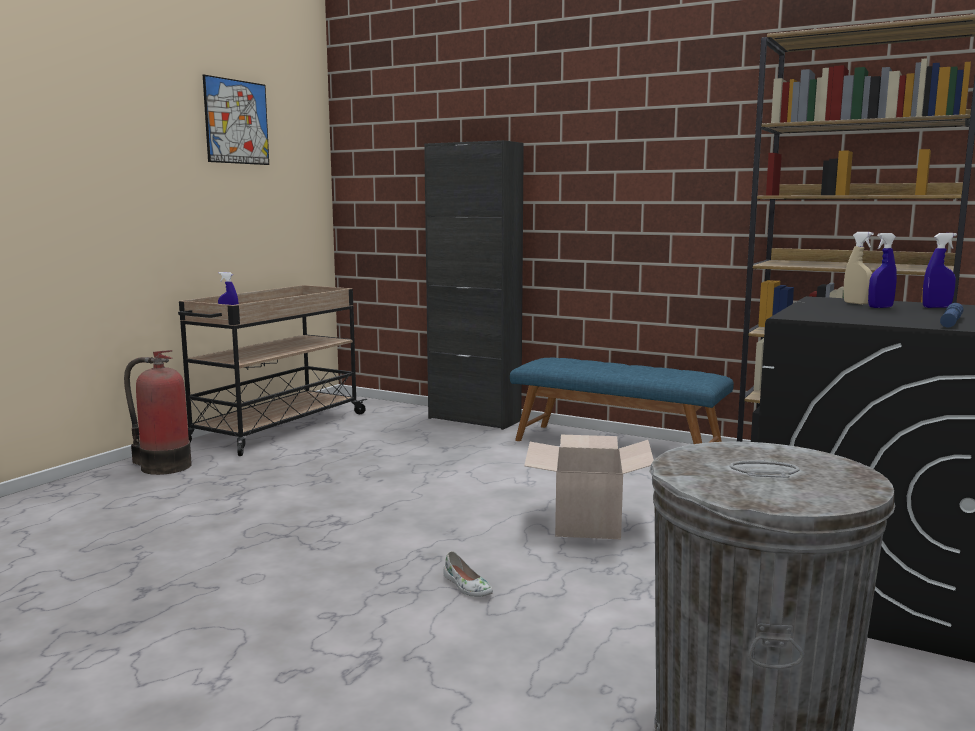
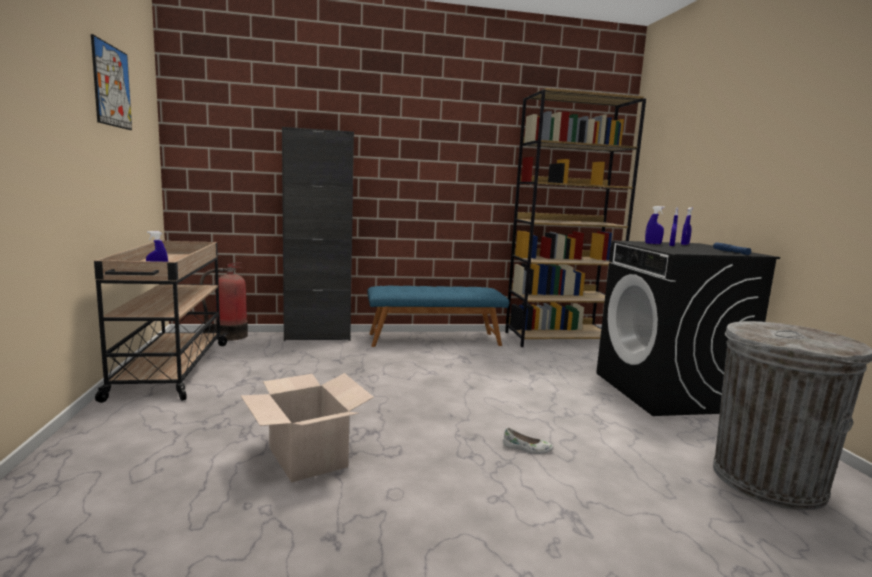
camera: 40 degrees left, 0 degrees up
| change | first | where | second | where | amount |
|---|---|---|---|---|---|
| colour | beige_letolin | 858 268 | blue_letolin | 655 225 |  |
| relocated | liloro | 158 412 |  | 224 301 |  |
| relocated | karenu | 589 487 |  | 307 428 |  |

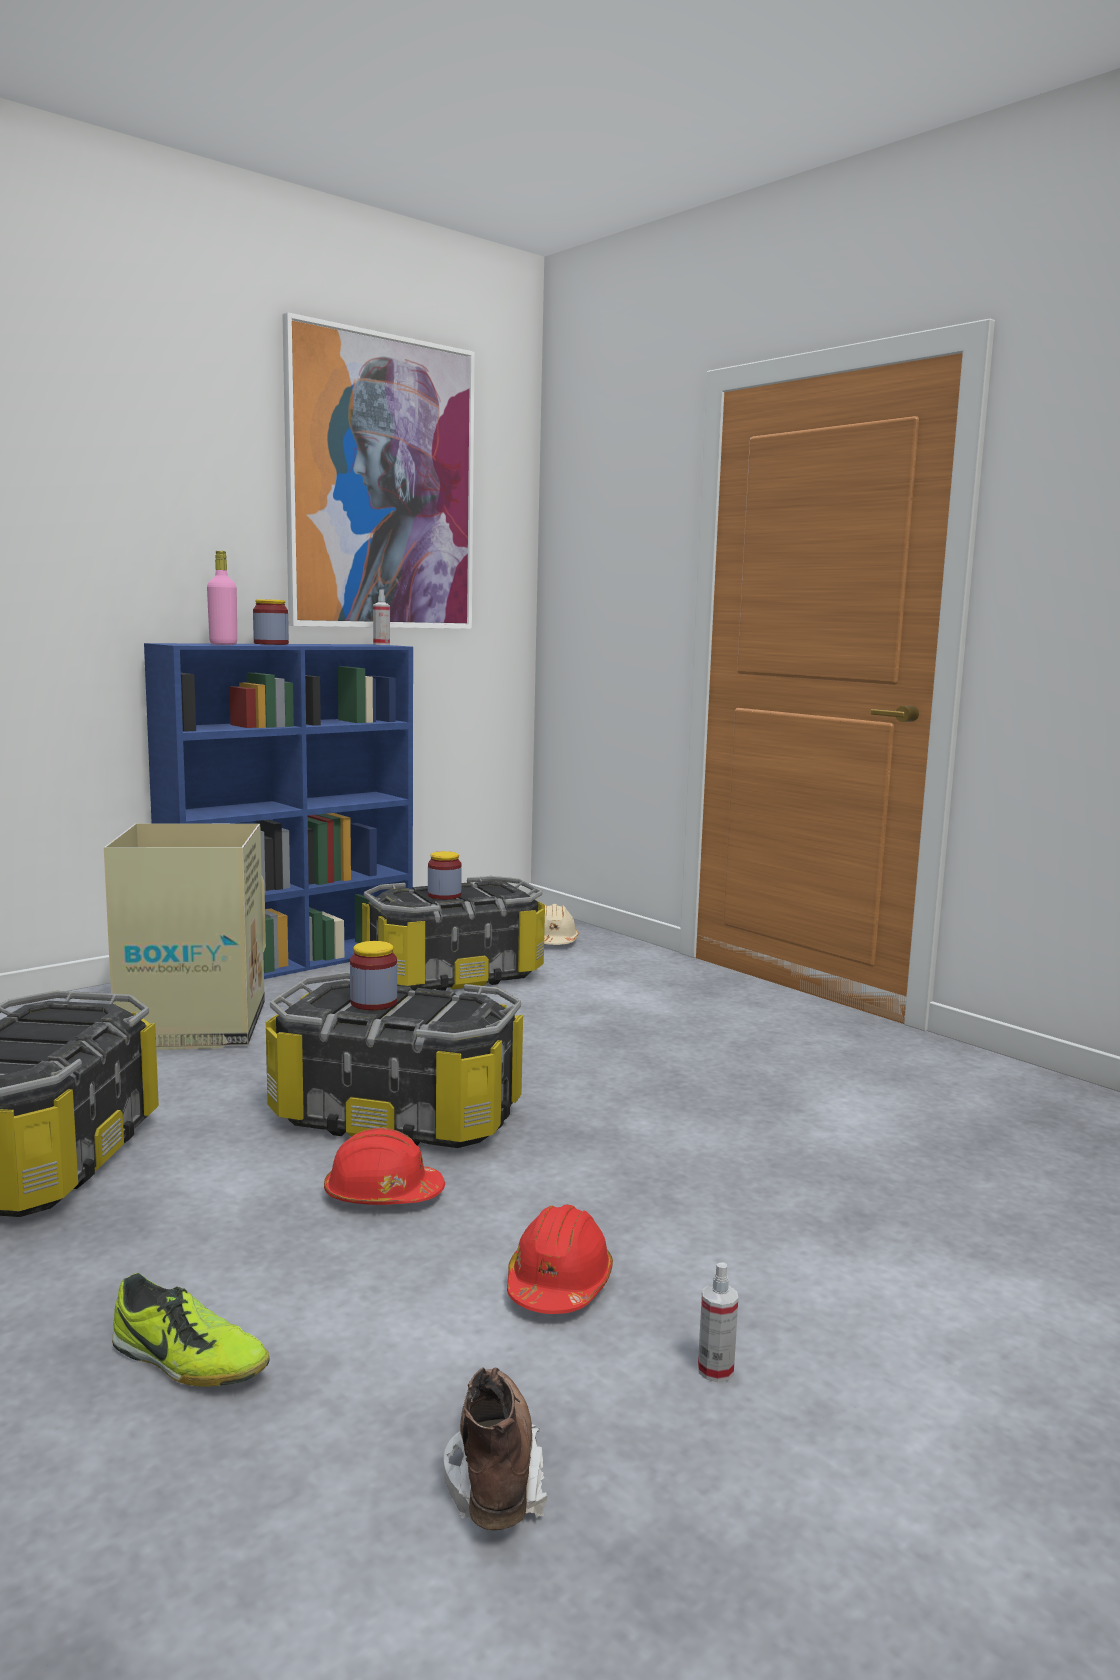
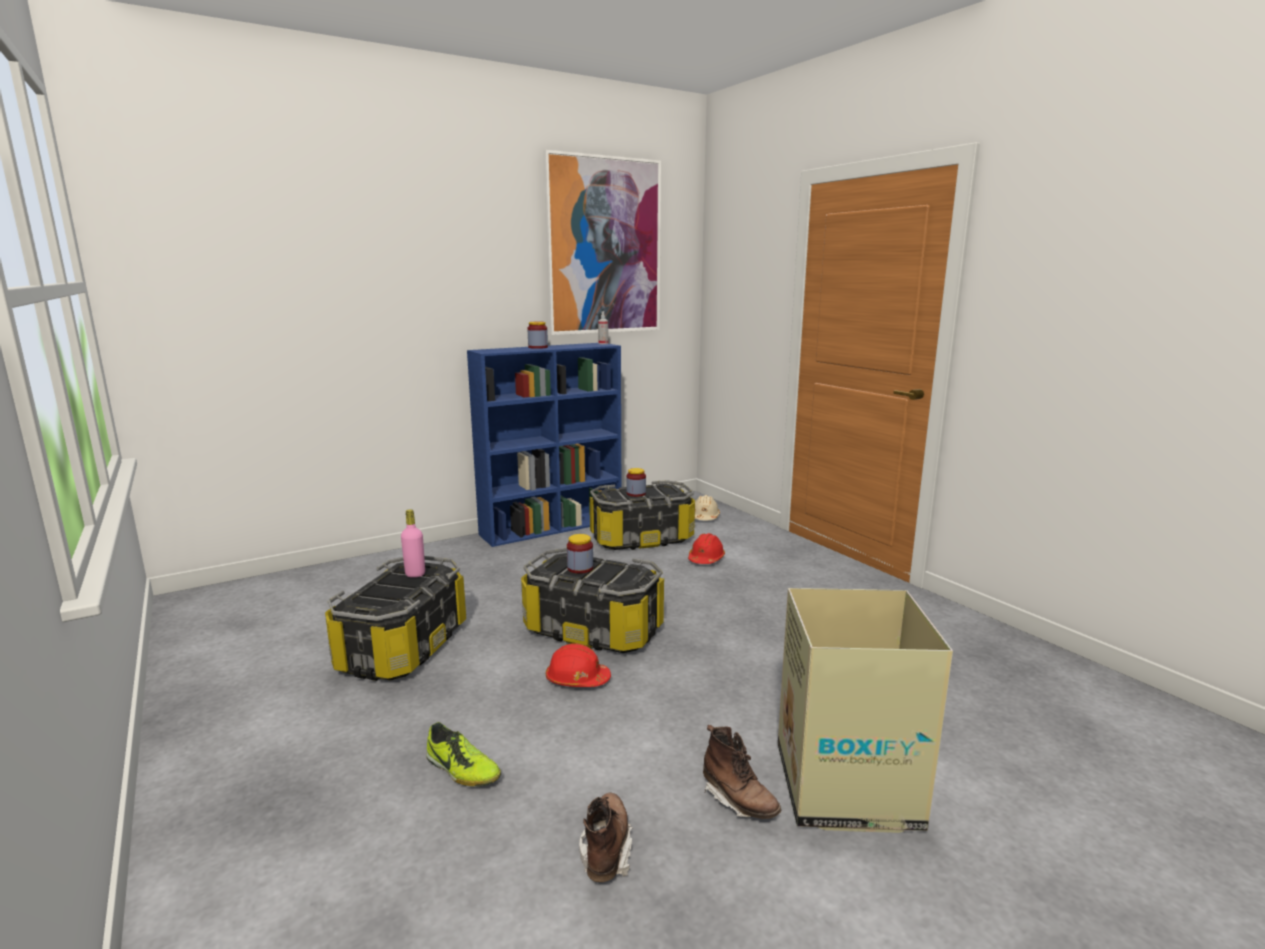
camera: 10 degrees right, 5 degrees up
| change | first | where | second | where | amount |
|---|---|---|---|---|---|
| relocated | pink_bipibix | 222 598 |  | 413 543 |  |
| relocated | karenu | 185 936 |  | 865 710 |  |
| relocated | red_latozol | 560 1259 |  | 706 548 |  |
| exchanged | letolin | 718 1322 | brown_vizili | 742 772 |  |

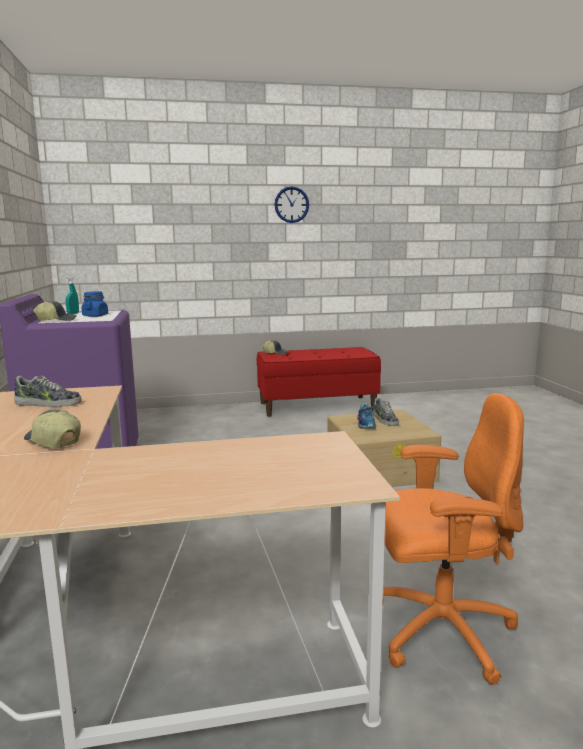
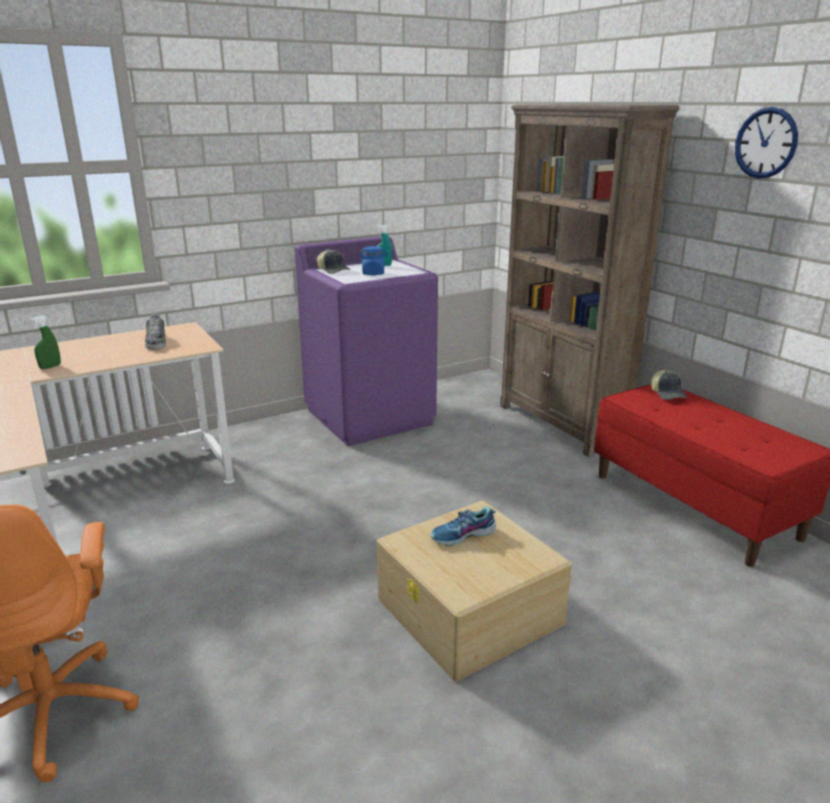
camera: 70 degrees right, 10 degrees up
| change | first | where | second | where | amount |
|---|---|---|---|---|---|
| missing | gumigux | 386 411 |  |  |  |
| exchanged | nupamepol | 52 429 | green_letolin | 45 342 |  |
| appeared |  |  | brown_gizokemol | 590 280 |  |

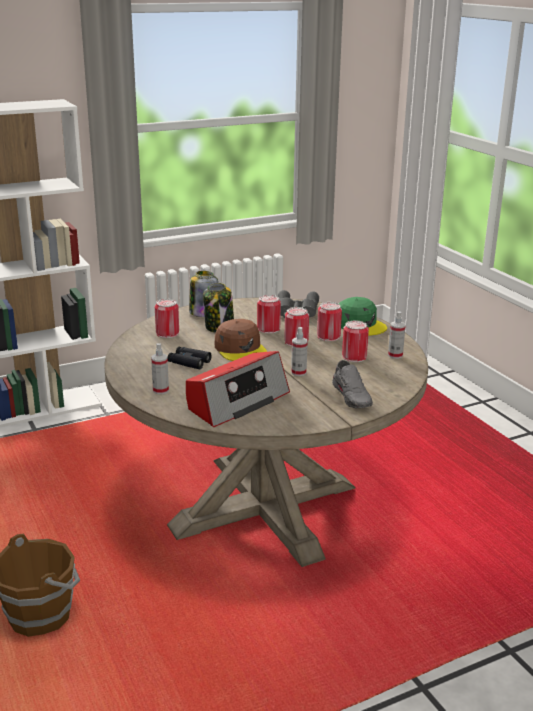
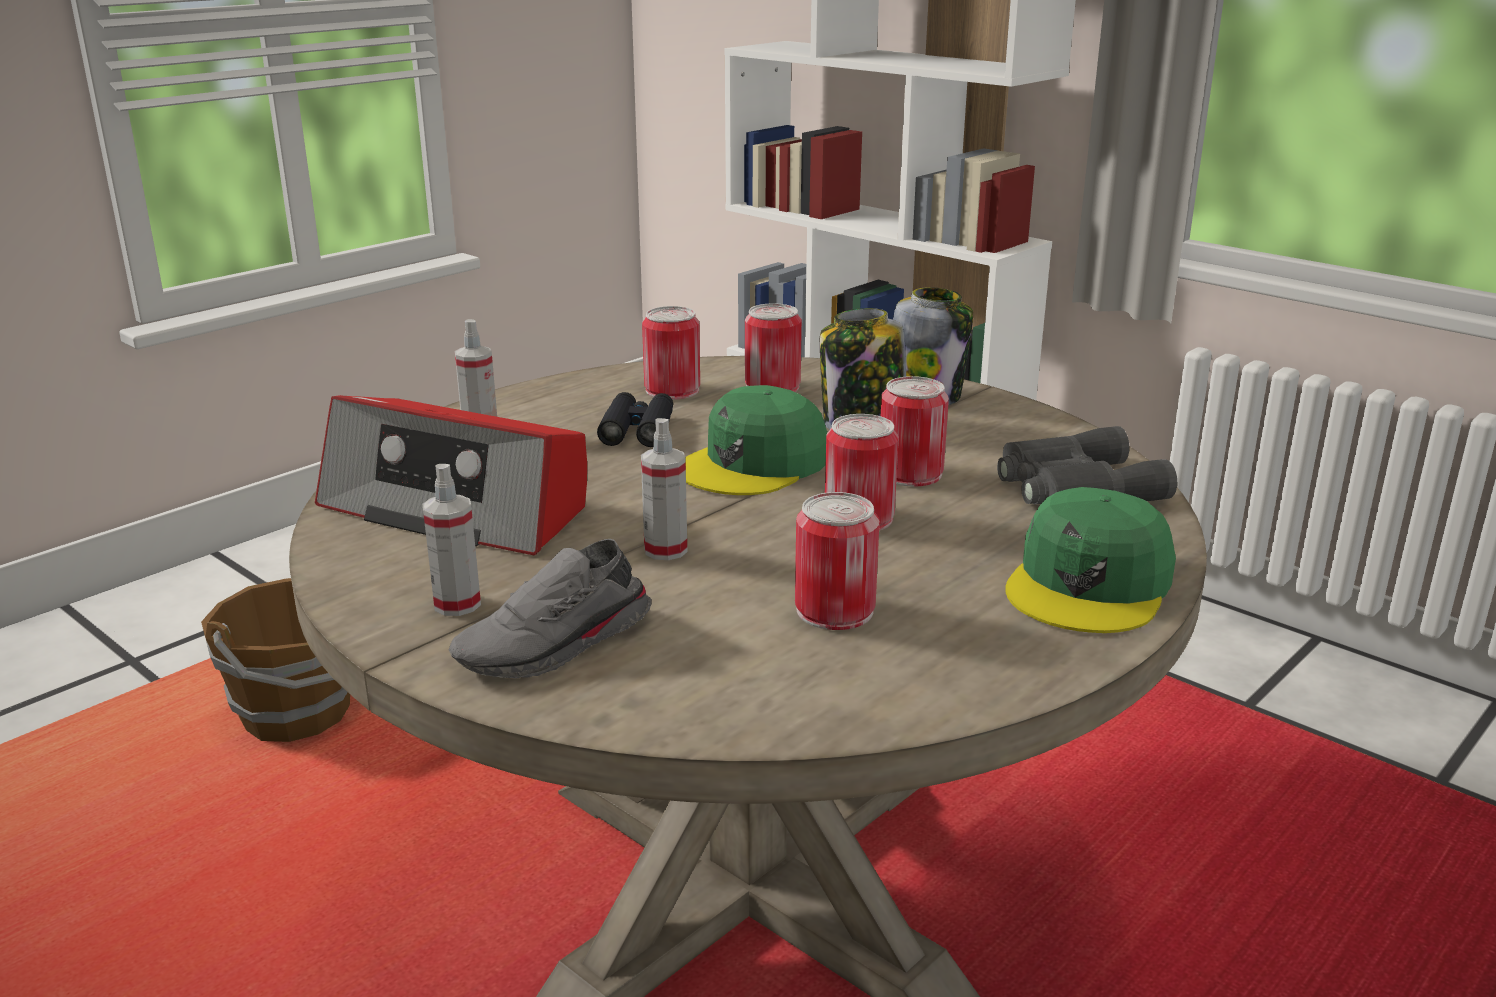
camera: 70 degrees right, 0 degrees up
| change | first | where | second | where | amount |
|---|---|---|---|---|---|
| relocated | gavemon | 329 321 |  | 671 353 |  |
| relocated | letolin | 397 335 |  | 451 540 |  |
| colour | brown_nupamepol | 241 340 | green_nupamepol | 756 440 |  |

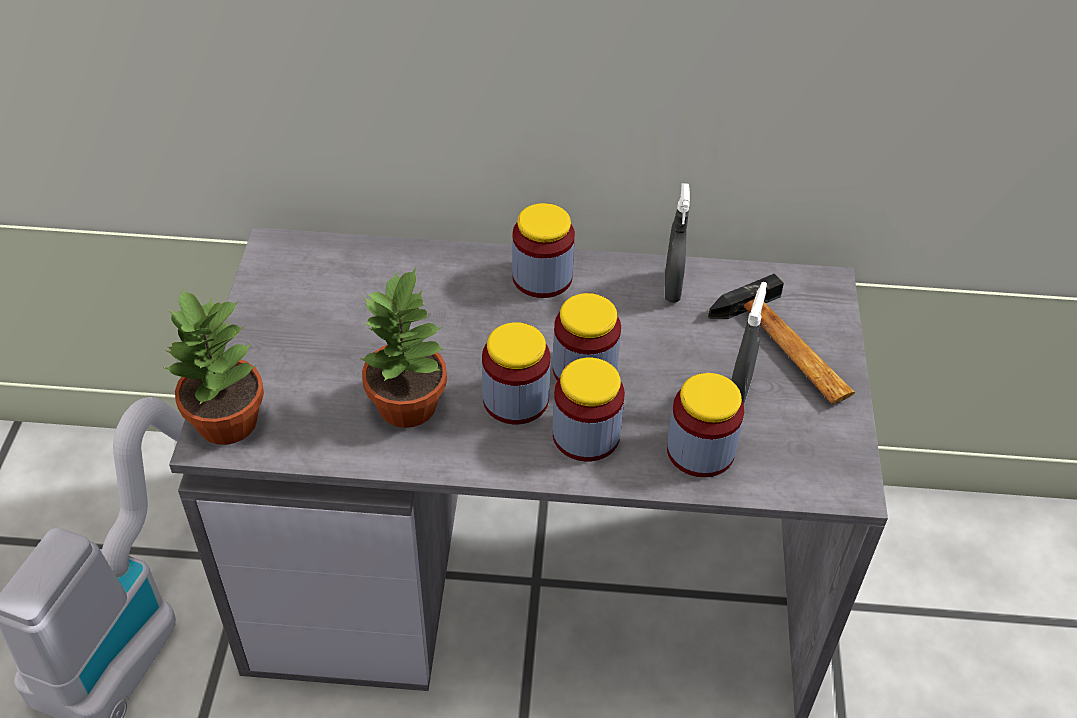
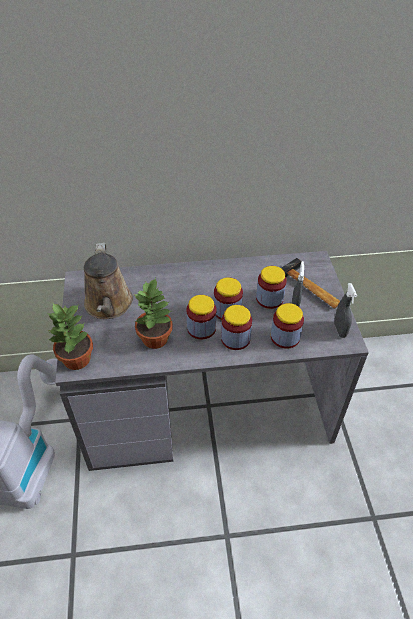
camera: 10 degrees left, 0 degrees up
| change | first | where | second | where | amount |
|---|---|---|---|---|---|
| relocated | grey_letolin | 677 243 |  | 345 310 |  |
| relocated | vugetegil | 543 250 |  | 271 287 |  |
| appeared |  |  | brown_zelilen | 108 281 |  |

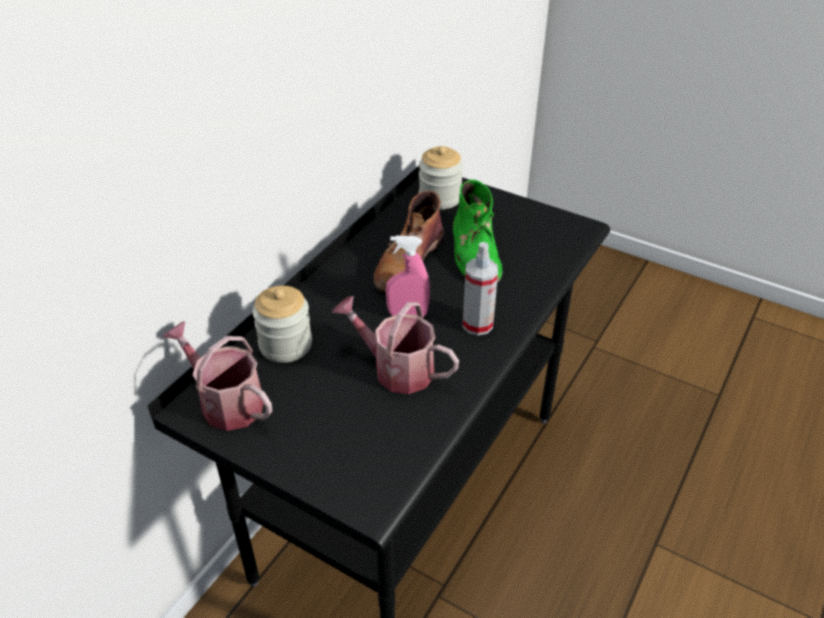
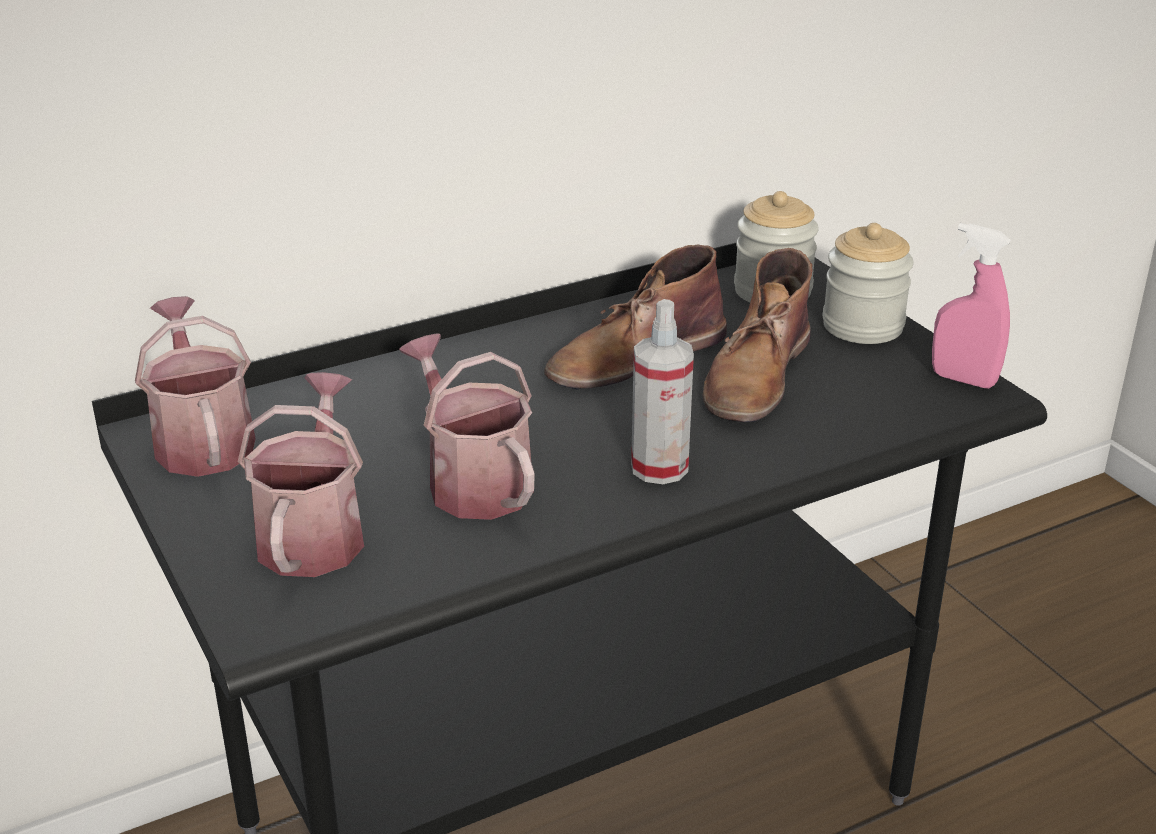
camera: 30 degrees right, 10 degrees down
| change | first | where | second | where | amount |
|---|---|---|---|---|---|
| colour | green_vizili | 477 231 | brown_vizili | 757 335 |  |
| relocated | pink_letolin | 408 276 |  | 971 306 |  |
| relocated | vugetegil | 282 324 |  | 868 283 |  |
| appeared |  |  | zelilen | 301 474 |  |

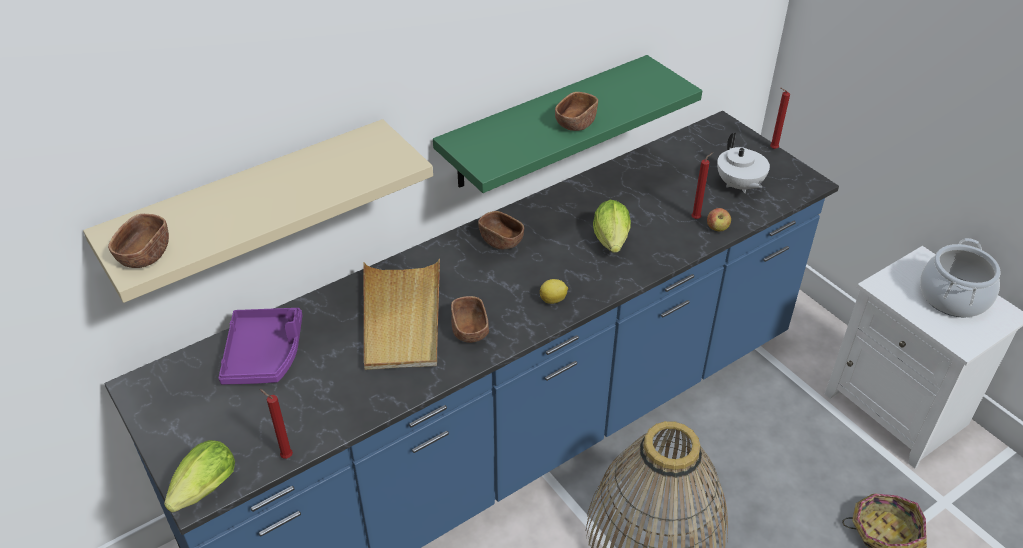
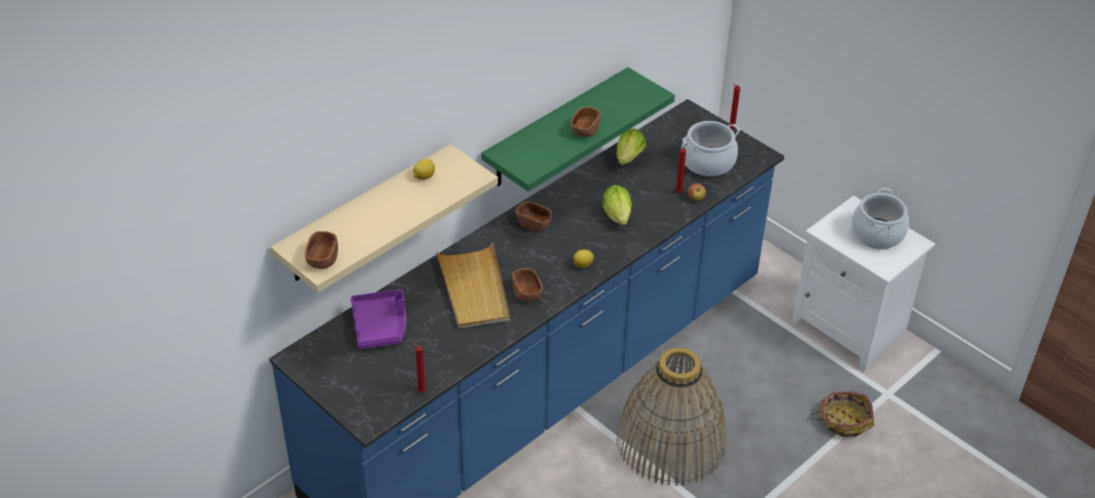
camera: 10 degrees left, 0 degrees up
| change | first | where | second | where | amount |
|---|---|---|---|---|---|
| exchanged | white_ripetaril | 743 163 | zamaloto | 710 149 |  |
| relocated | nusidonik | 199 476 |  | 631 146 |  |
| appeared |  |  | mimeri | 424 169 |  |

